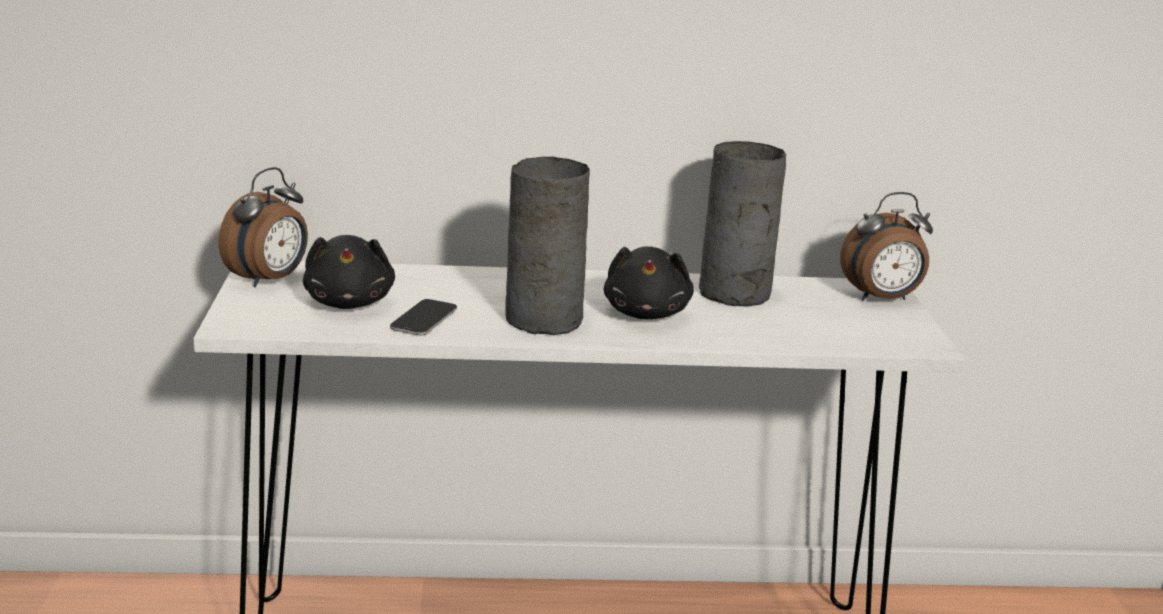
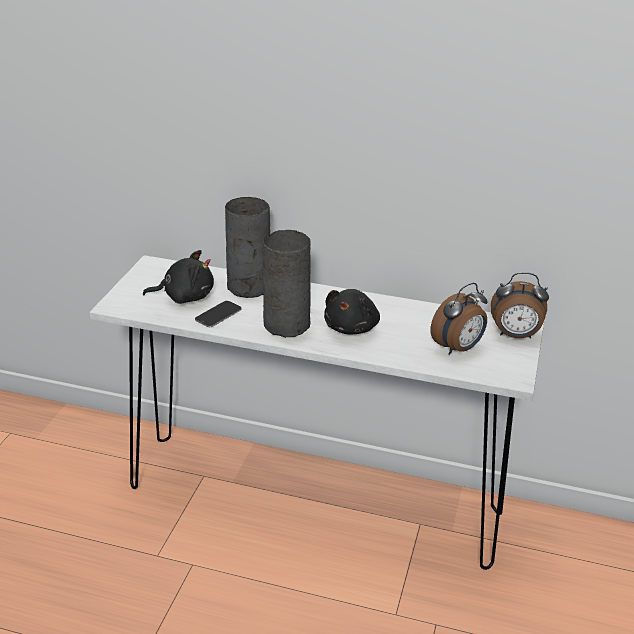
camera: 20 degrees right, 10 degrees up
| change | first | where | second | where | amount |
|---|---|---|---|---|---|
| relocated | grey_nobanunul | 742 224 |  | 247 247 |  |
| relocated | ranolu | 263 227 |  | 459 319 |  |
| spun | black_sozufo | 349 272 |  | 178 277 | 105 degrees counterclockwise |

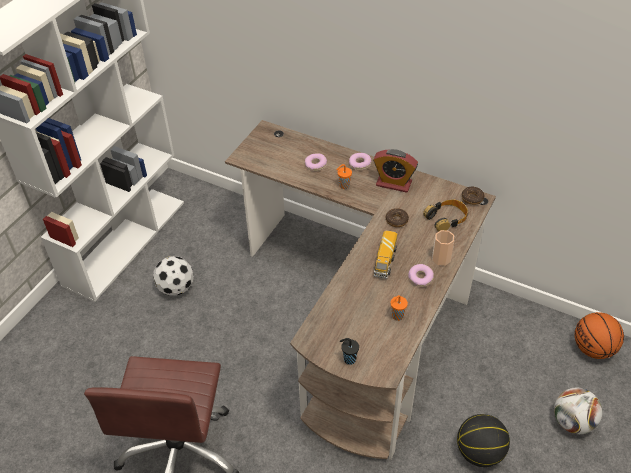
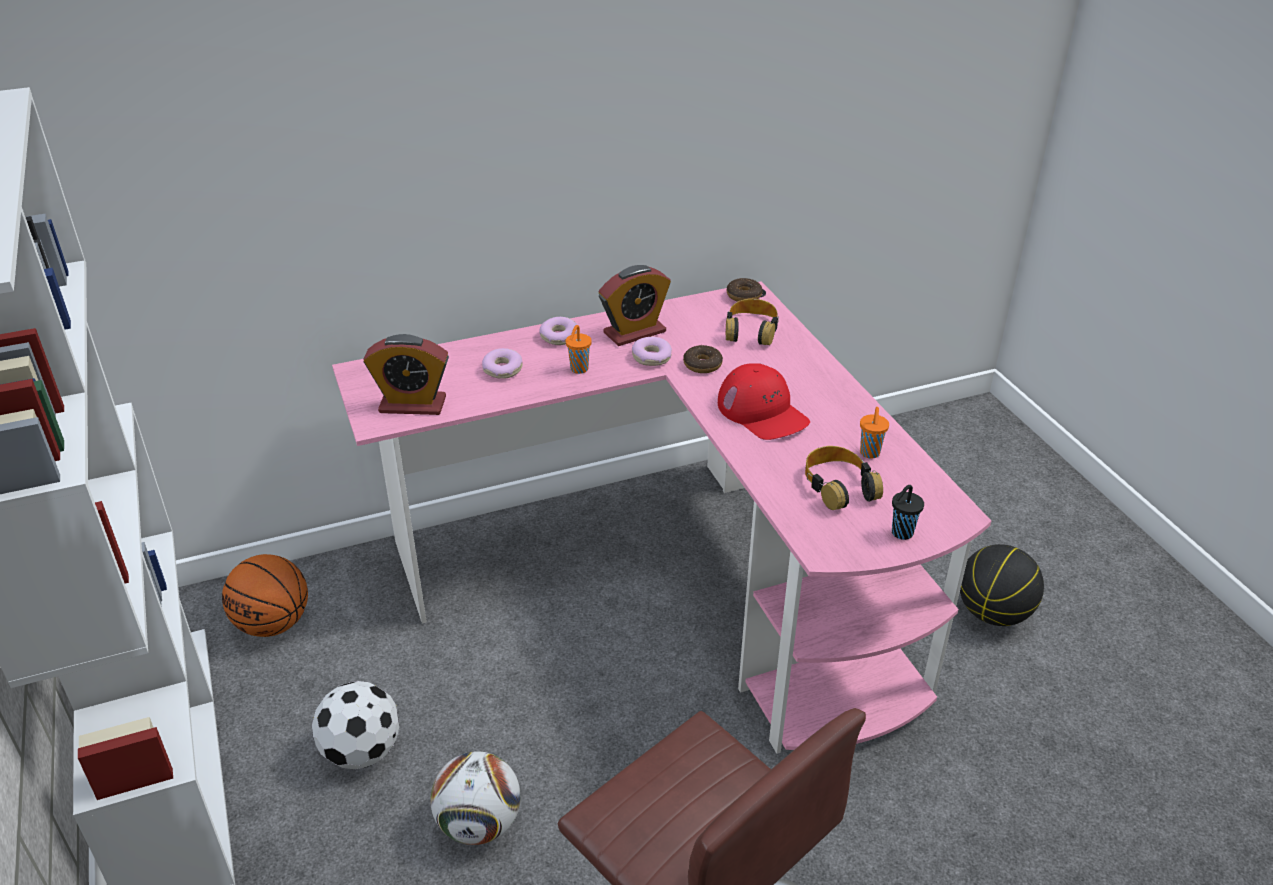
camera: 50 degrees left, 10 degrees down
| change | first | where | second | where | amount |
|---|---|---|---|---|---|
| colour | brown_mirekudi | 360 290 | pink_mirekudi | 661 517 |  |
| exchanged | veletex | 385 254 | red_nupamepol | 764 401 |  |
| missing | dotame | 443 248 |  |  |  |
| relocated | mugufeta | 421 275 |  | 652 351 |  |
| relocated | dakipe | 599 335 |  | 265 595 |  |
| relocated | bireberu | 578 411 |  | 475 798 |  |
| appeared |  |  | ranolu | 406 374 |  |
| appeared |  |  | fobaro | 844 478 |  |

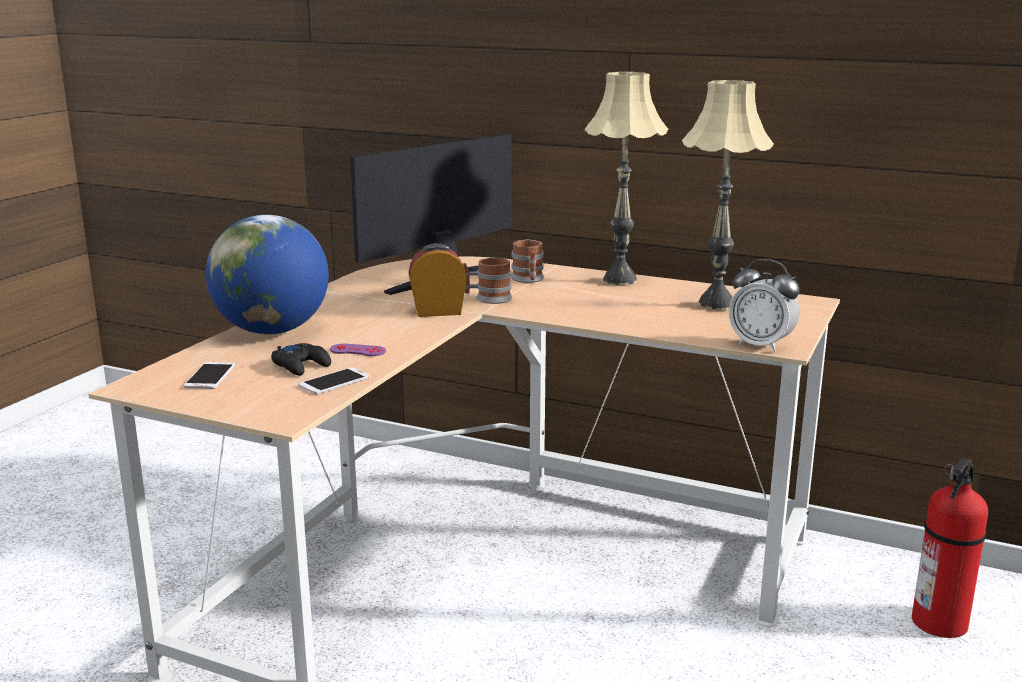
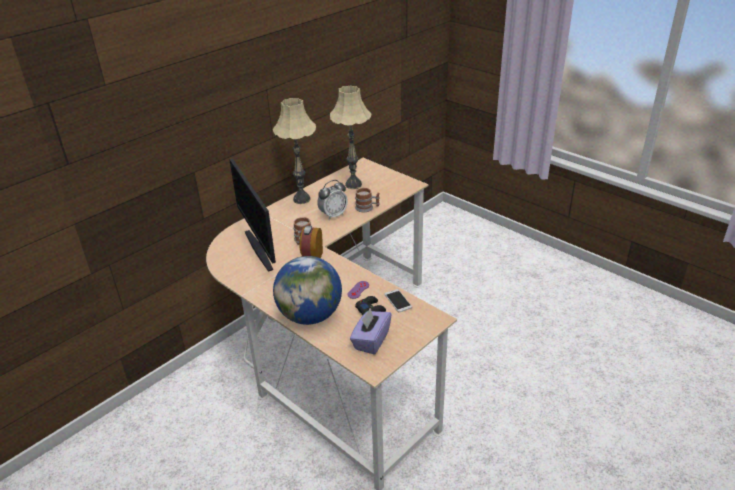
camera: 70 degrees left, 15 degrees up
| change | first | where | second | where | amount |
|---|---|---|---|---|---|
| relocated | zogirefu | 527 261 |  | 367 200 |  |
| relocated | ranolu | 764 305 |  | 332 200 |  |
| exchanged | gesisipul | 209 375 | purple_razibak | 371 331 |  |
| missing | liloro | 950 548 |  |  |  |

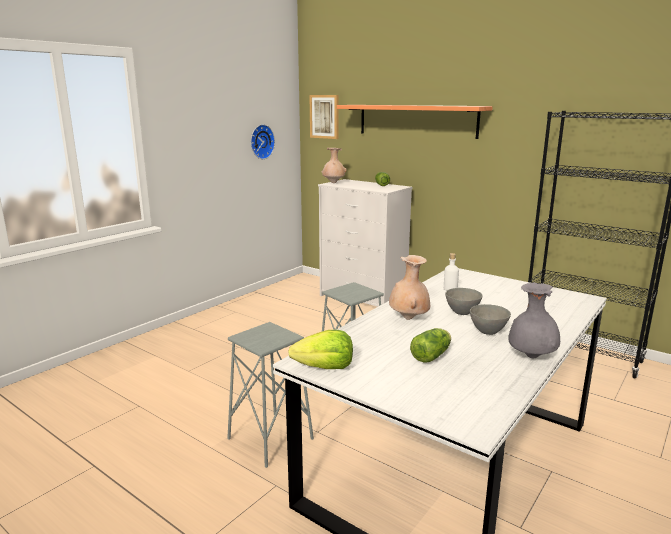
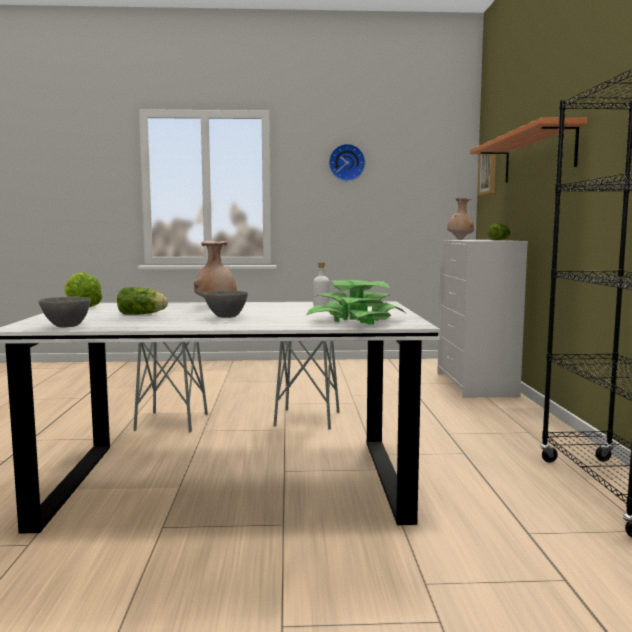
camera: 50 degrees right, 10 degrees down
| change | first | where | second | where | amount |
|---|---|---|---|---|---|
| relocated | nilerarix | 263 141 |  | 347 162 |  |
| missing | grey_nobanunul | 534 321 |  |  |  |
| relocated | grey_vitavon | 464 301 |  | 64 312 |  |
| appeared |  |  | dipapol | 355 302 |  |

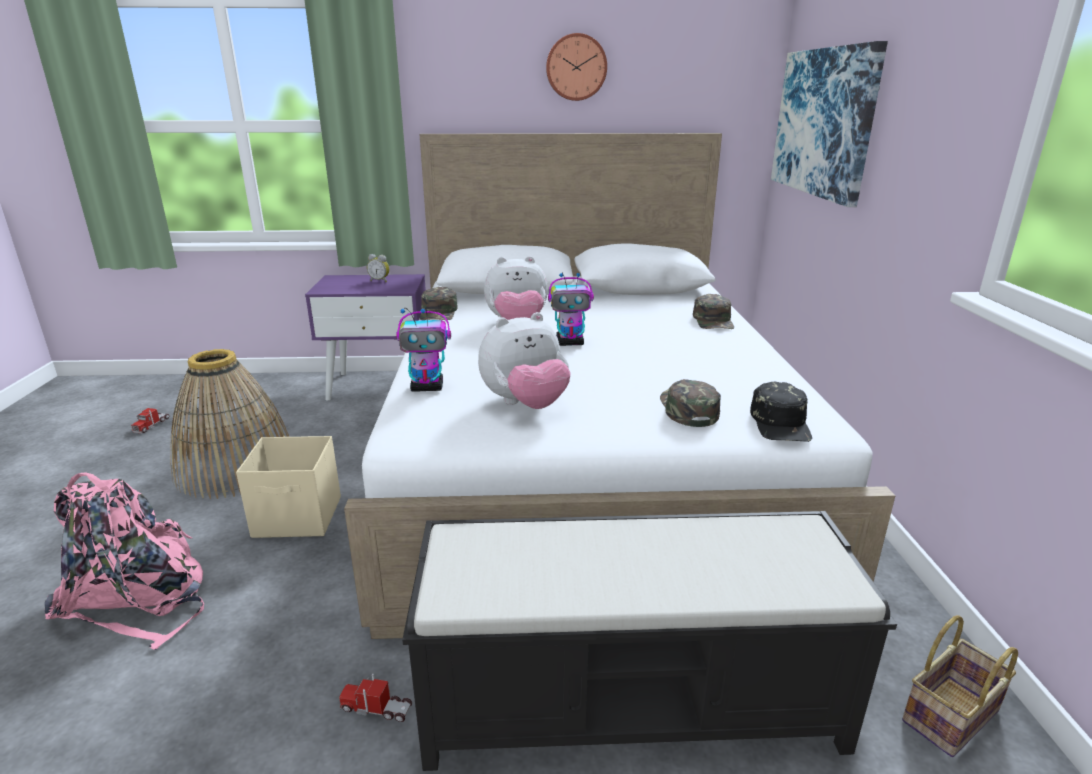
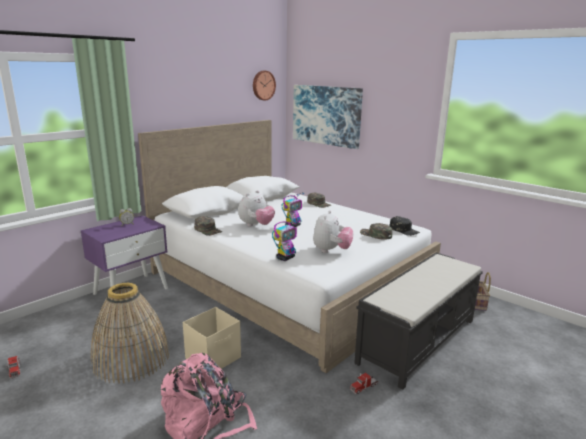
camera: 45 degrees left, 5 degrees down
| change | first | where | second | where | amount |
|---|---|---|---|---|---|
| relocated | nilerarix | 576 67 |  | 264 85 |  |

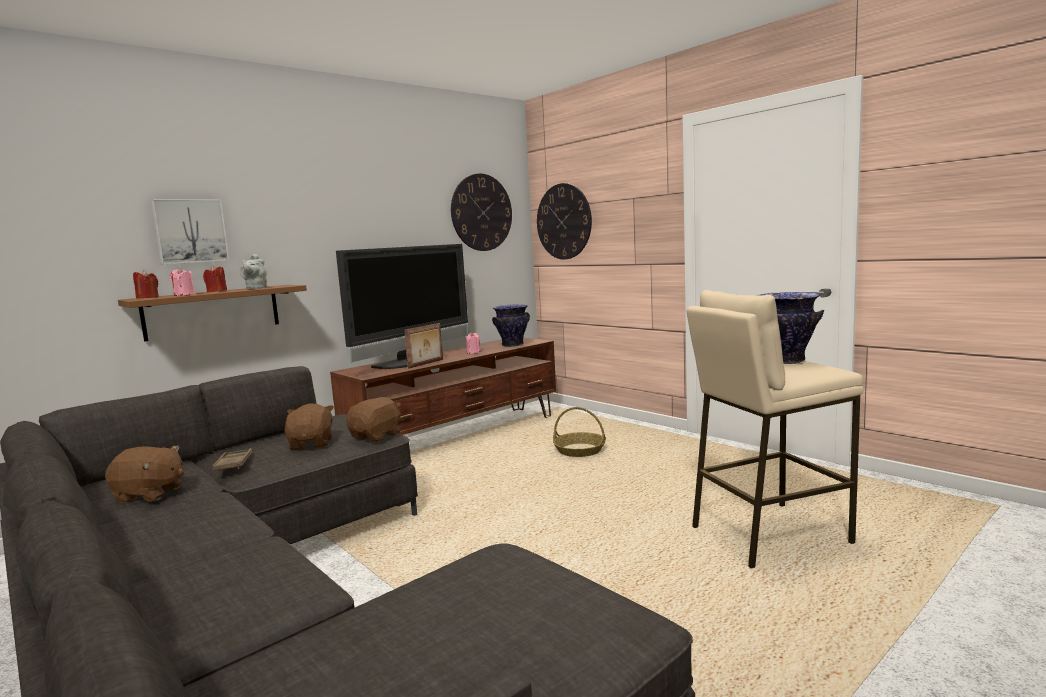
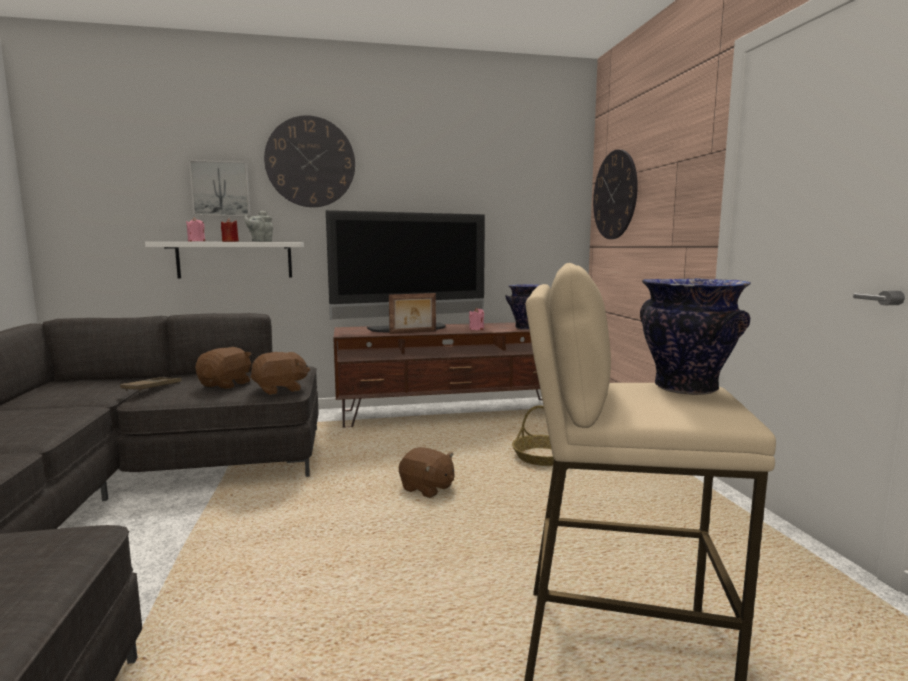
camera: 30 degrees right, 0 degrees up
| change | first | where | second | where | amount |
|---|---|---|---|---|---|
| relocated | nilerarix | 481 212 |  | 309 161 |  |
| missing | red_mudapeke | 146 284 |  |  |  |
| colour | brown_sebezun | 212 313 | white_sebezun | 224 260 |  |
| relocated | brown_sozufo | 144 473 |  | 426 472 |  |

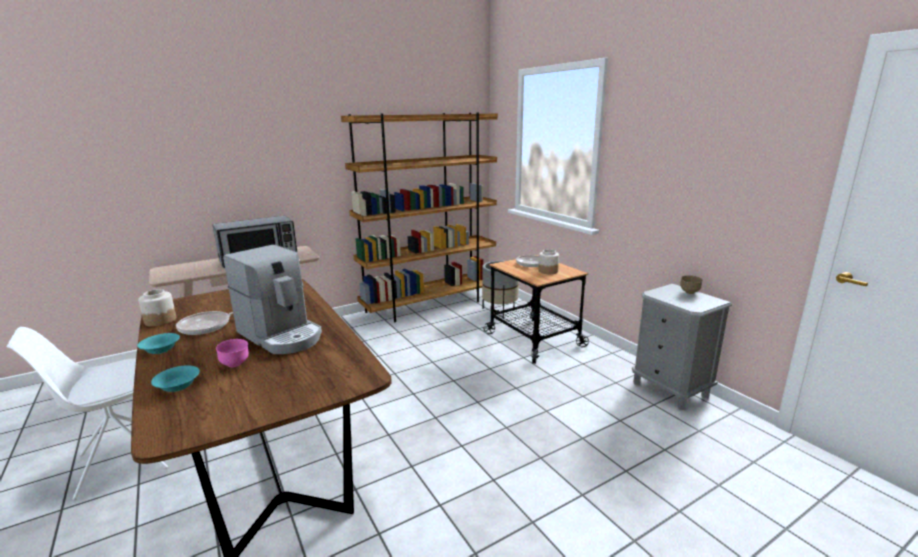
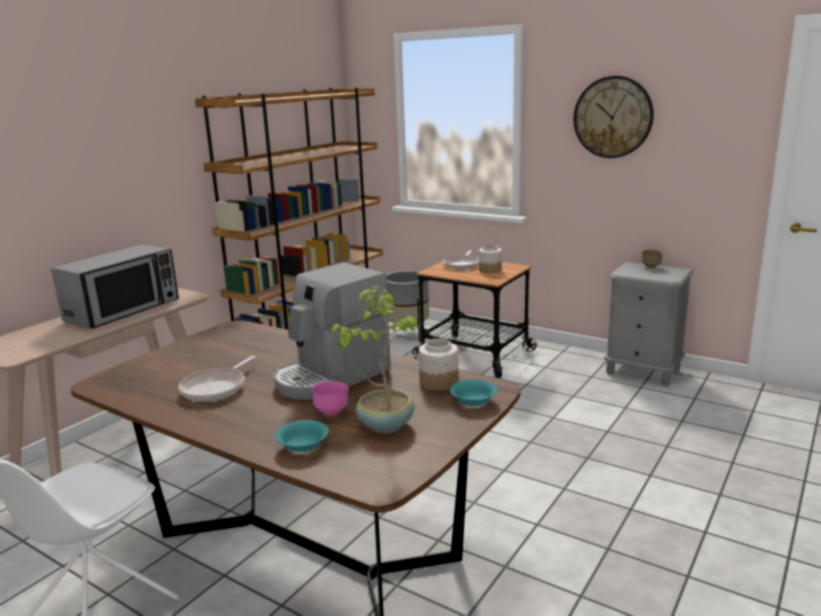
camera: 25 degrees left, 0 degrees up
| change | first | where | second | where | amount |
|---|---|---|---|---|---|
| spun | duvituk | 272 299 |  | 332 331 | 120 degrees clockwise |
| relocated | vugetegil | 157 307 |  | 439 364 |  |
| relocated | turquoise_vitavon | 158 343 |  | 473 392 |  |
| appeared |  |  | nilerarix | 613 117 |  |
| appeared |  |  | dipapol | 374 359 |  |

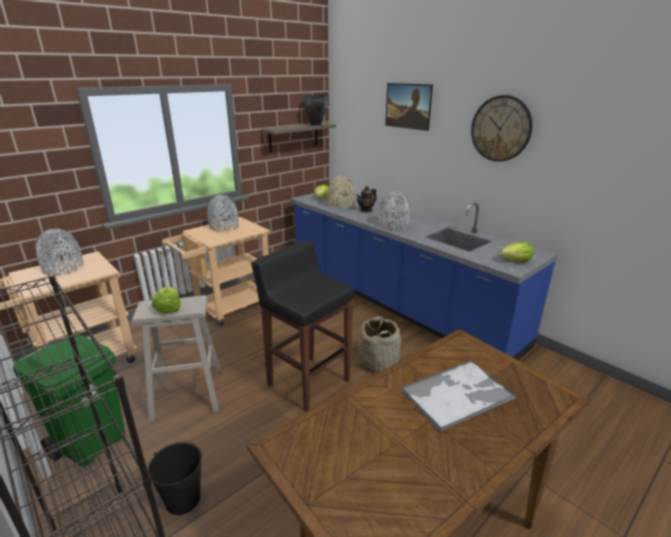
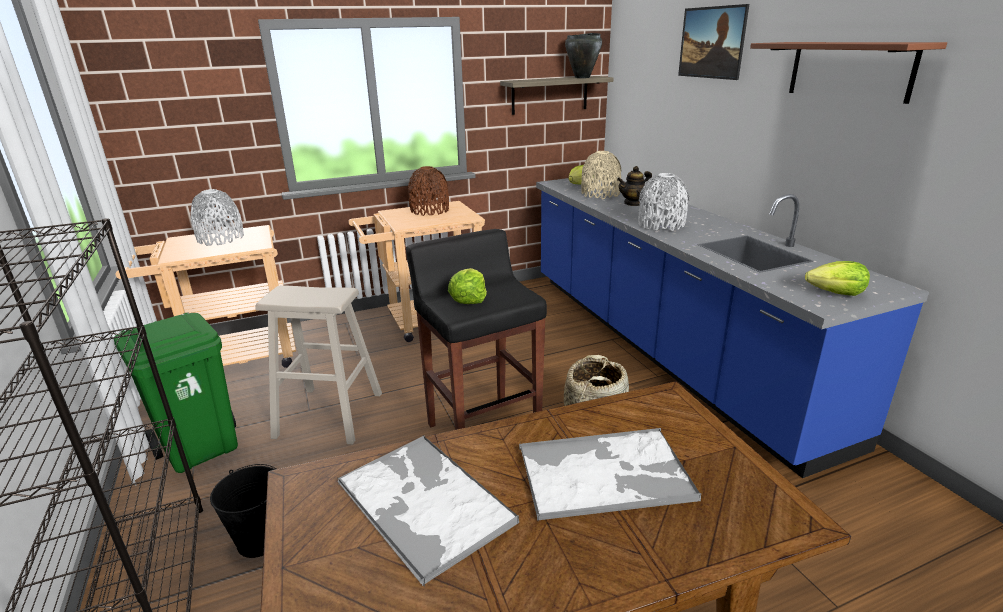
camera: 20 degrees right, 0 degrees up
| change | first | where | second | where | amount |
|---|---|---|---|---|---|
| exchanged | nilerarix | 502 128 | brown_sebezun | 848 73 |  |
| colour | grey_nobanunul | 223 213 | brown_nobanunul | 428 191 |  |
| relocated | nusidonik | 166 300 |  | 467 286 |  |
| appeared |  |  | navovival | 428 511 |  |

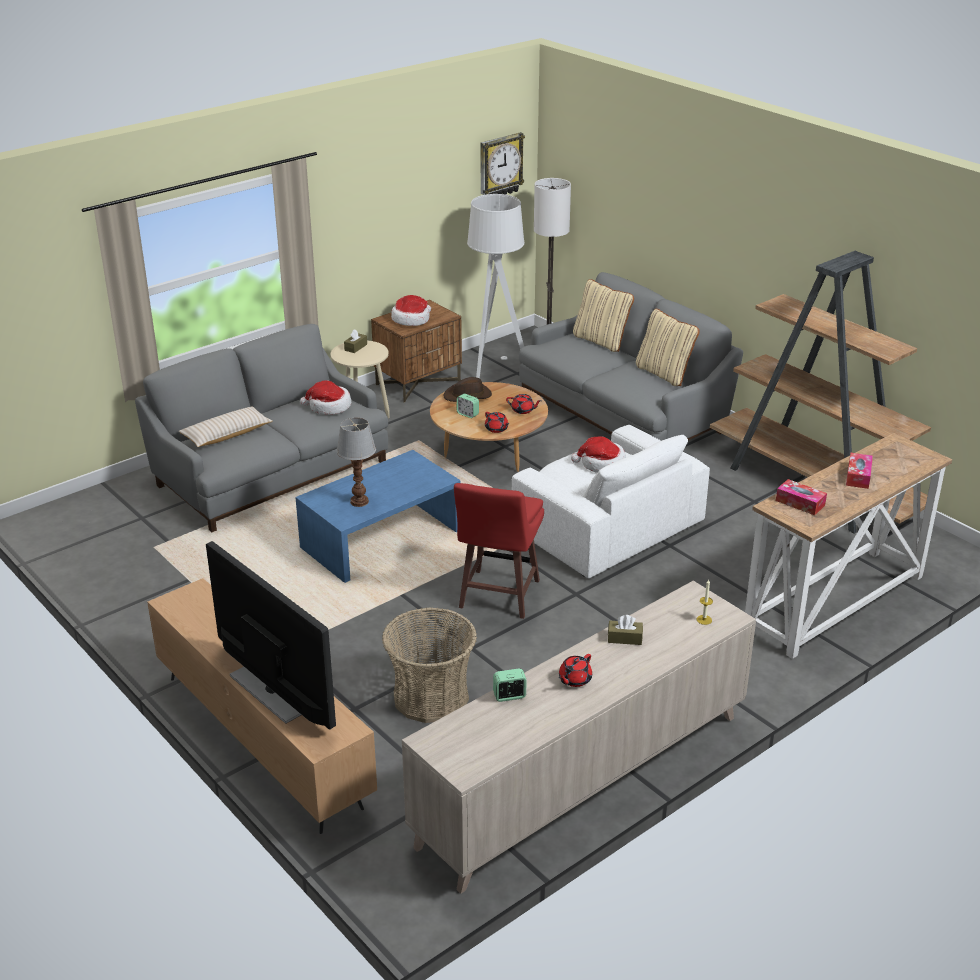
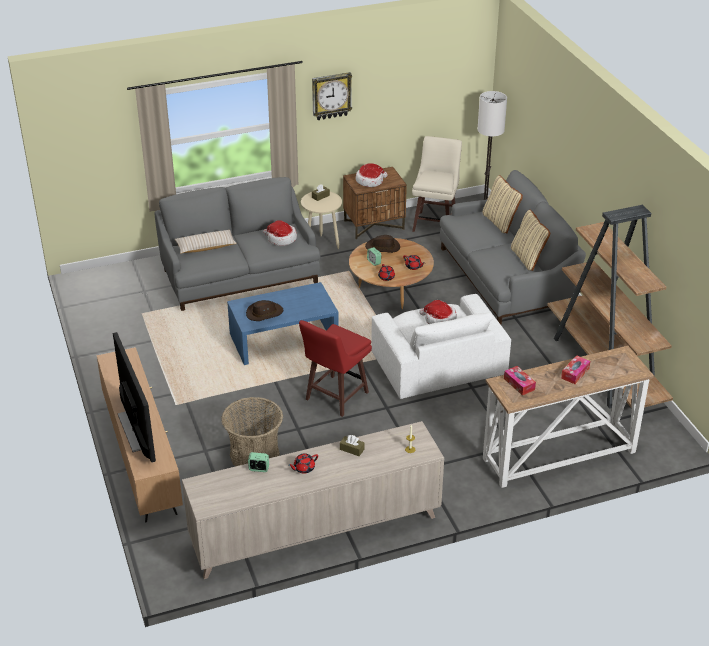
camera: 20 degrees right, 5 degrees up
| change | first | where | second | where | amount |
|---|---|---|---|---|---|
| relocated | nilerarix | 503 163 |  | 332 96 |  |
| exchanged | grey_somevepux | 495 286 | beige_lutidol | 437 184 |  |
| exchanged | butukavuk | 356 462 | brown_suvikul | 264 310 |  |

